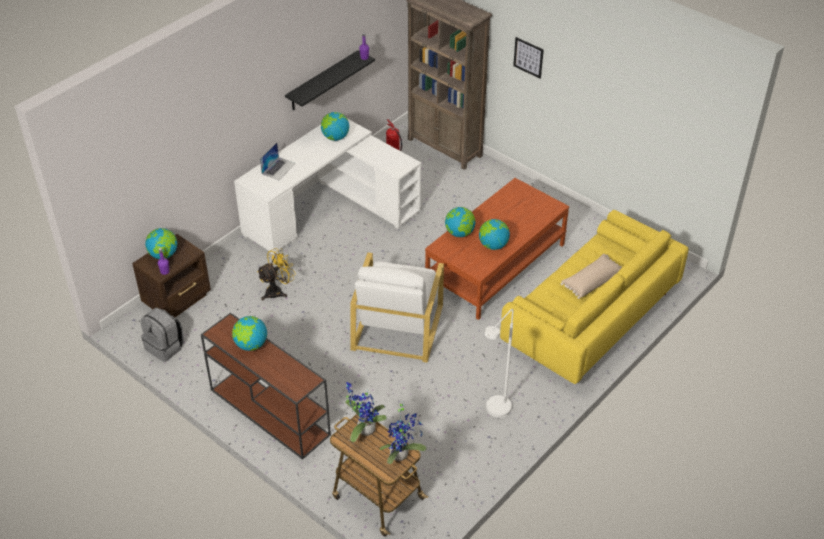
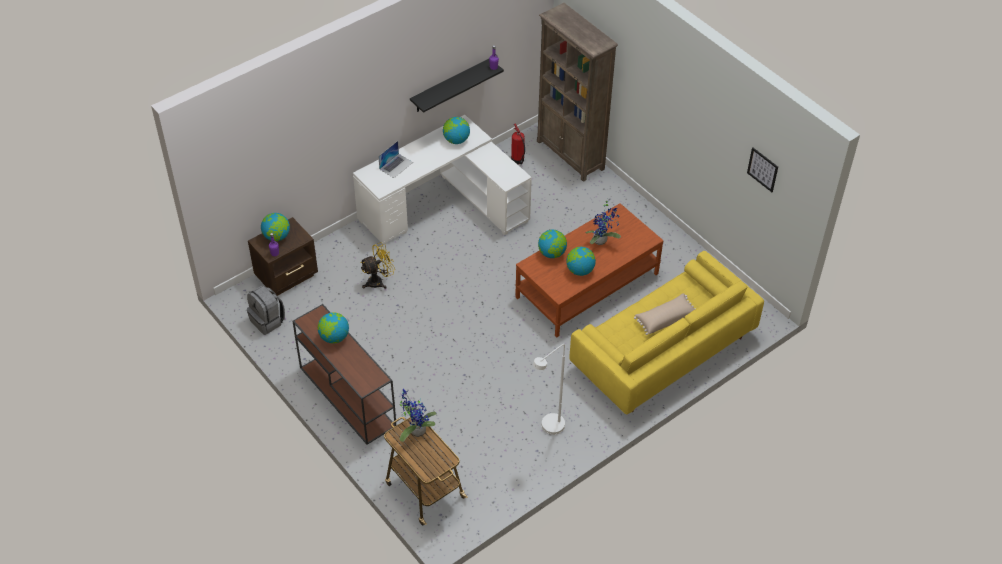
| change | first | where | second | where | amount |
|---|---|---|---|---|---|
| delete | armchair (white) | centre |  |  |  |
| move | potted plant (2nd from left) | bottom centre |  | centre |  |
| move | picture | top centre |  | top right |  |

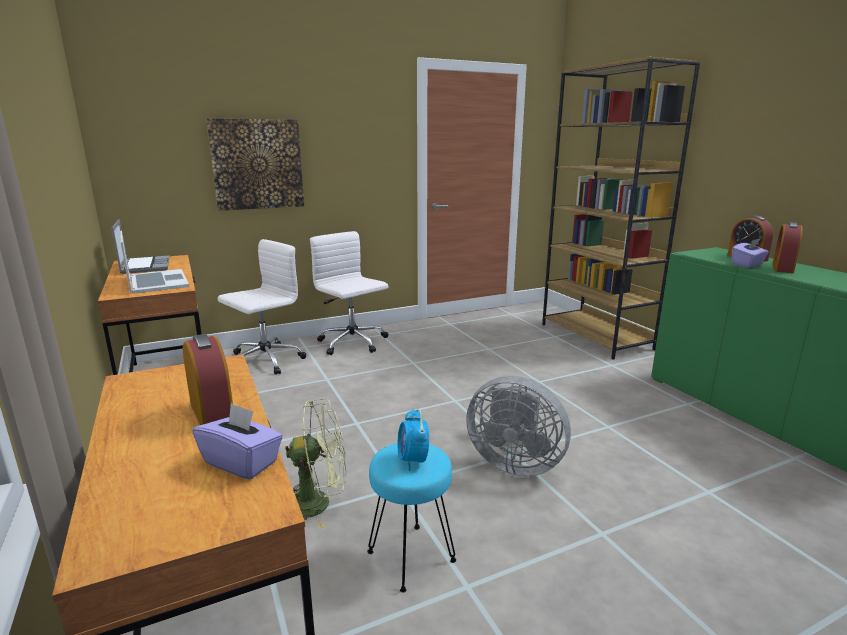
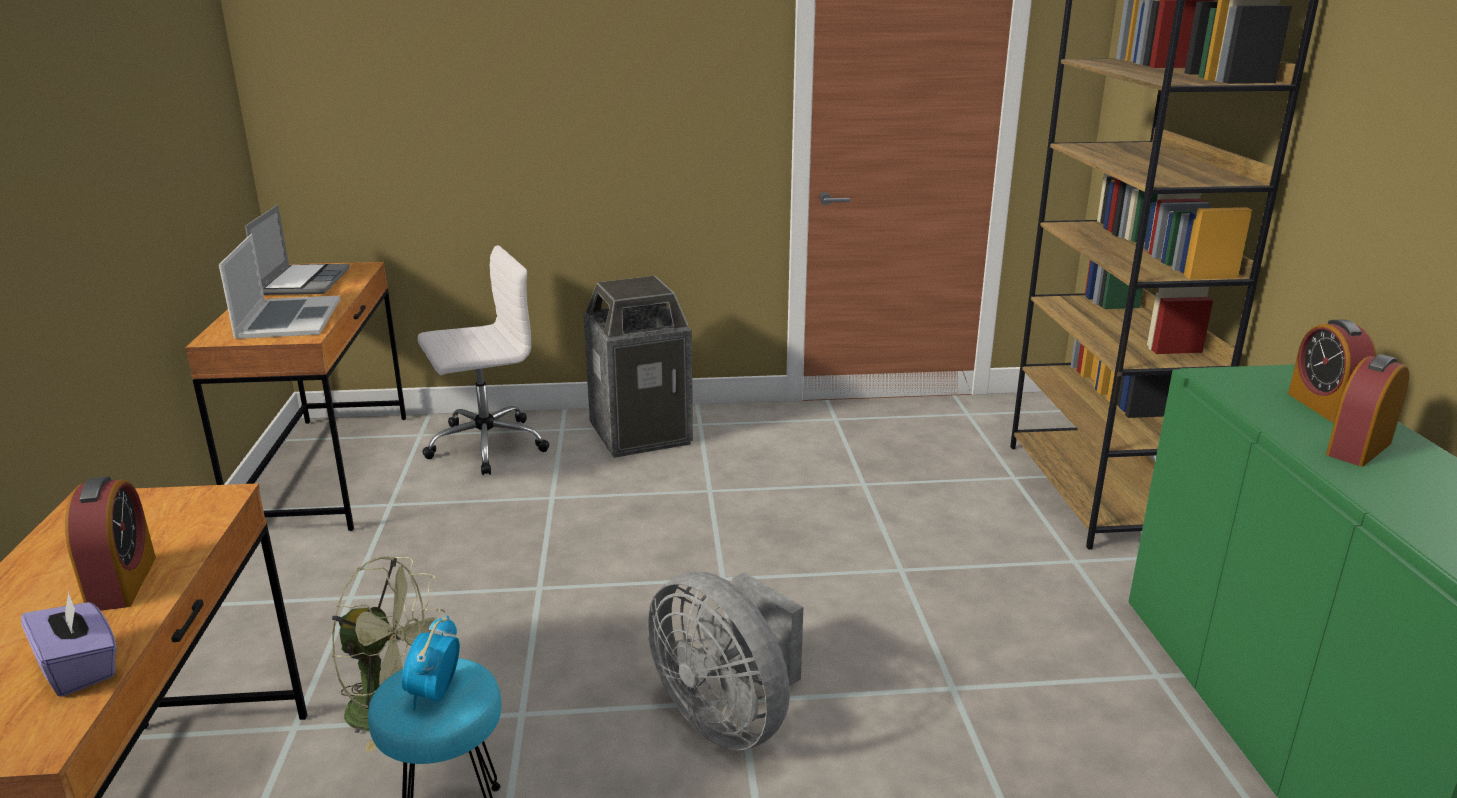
| change | first | where | second | where | amount |
|---|---|---|---|---|---|
| delete | picture | top left |  |  |  |
| delete | tissue box (purple) (2nd from left) | middle right |  |  |  |
| replace | office chair (white) (2nd from left) | centre | trash can | centre |  |

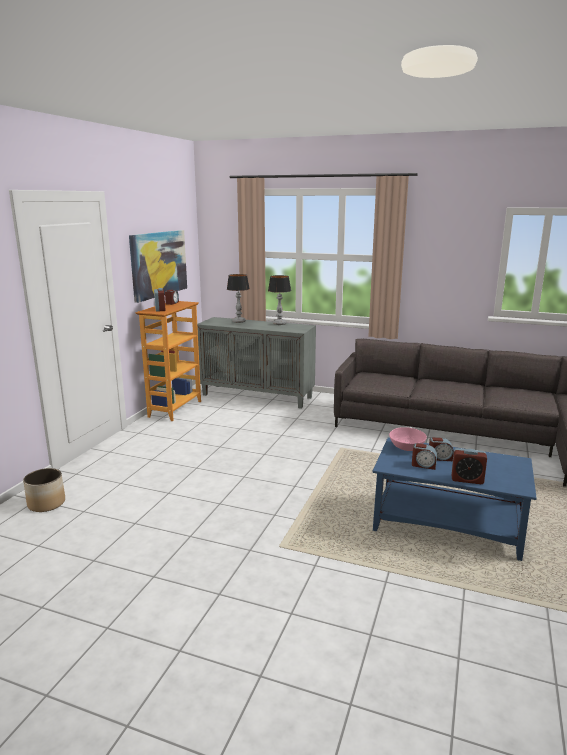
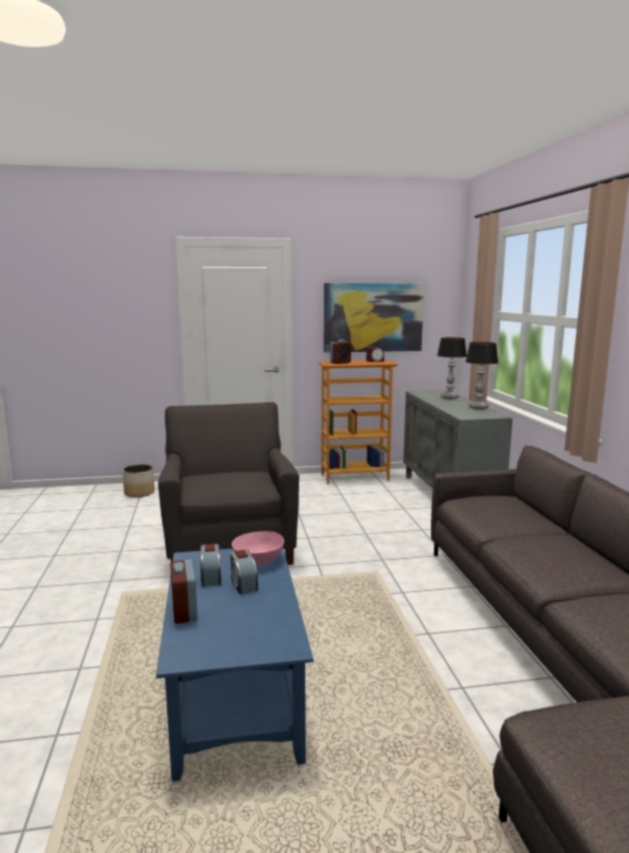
| change | first | where | second | where | amount |
|---|---|---|---|---|---|
| insert |  |  | armchair (grey) | centre |  |

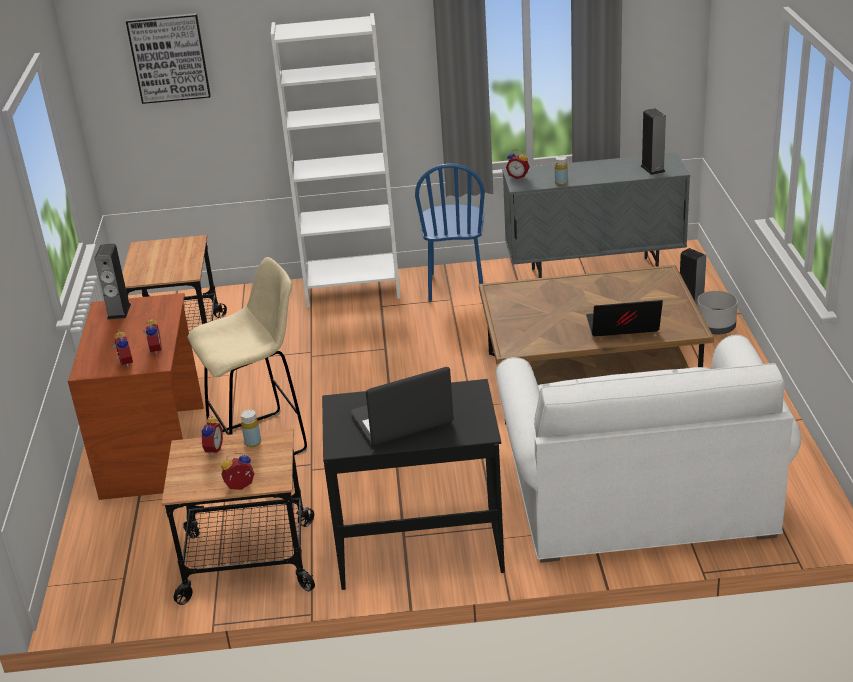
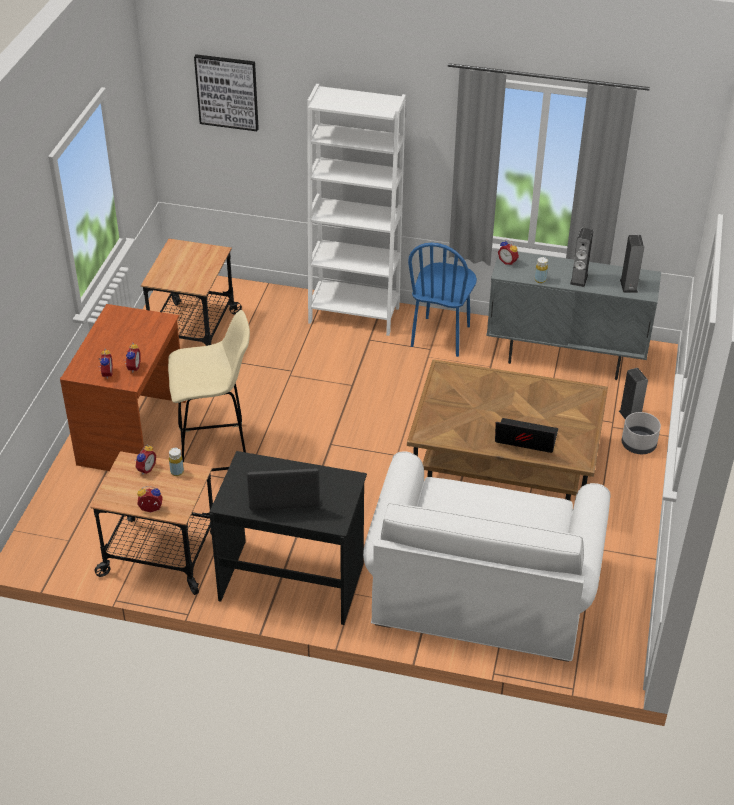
| change | first | where | second | where | amount |
|---|---|---|---|---|---|
| move | speaker (1st from left) | middle left |  | top right |  |

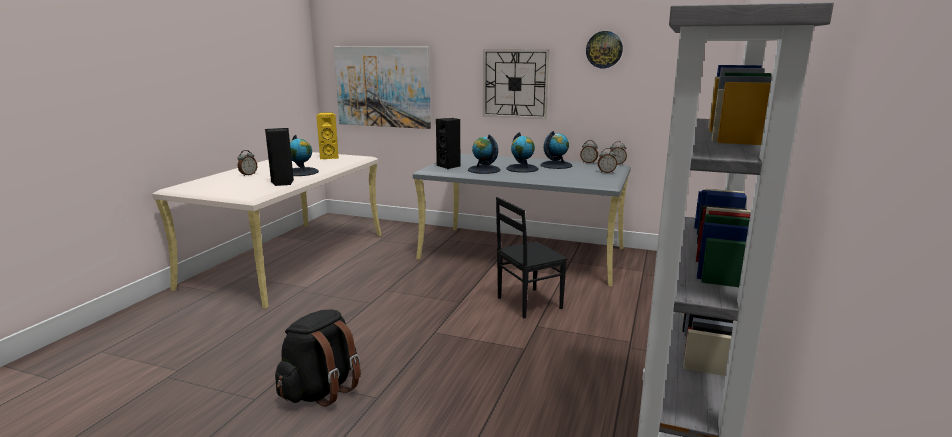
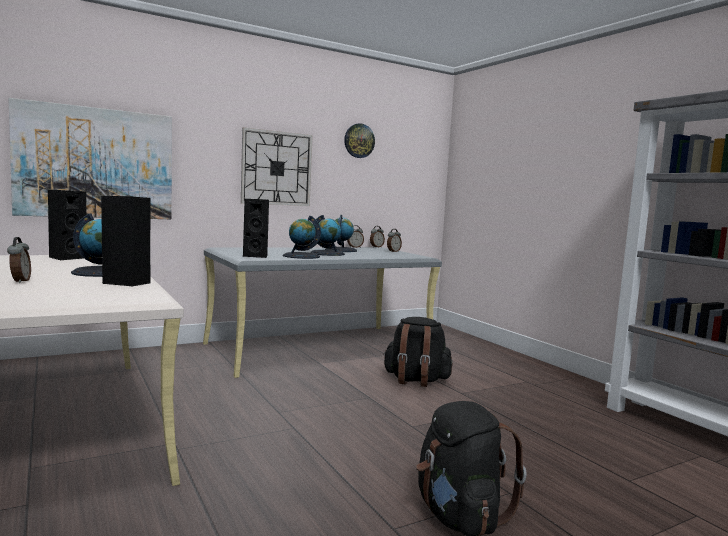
| change | first | where | second | where | amount |
|---|---|---|---|---|---|
| replace | chair (black) | centre | backpack (black) (1st from left) | centre |  |
| recolor | speaker (yellow) | top centre | speaker (black) (1st from left) | middle left |  |

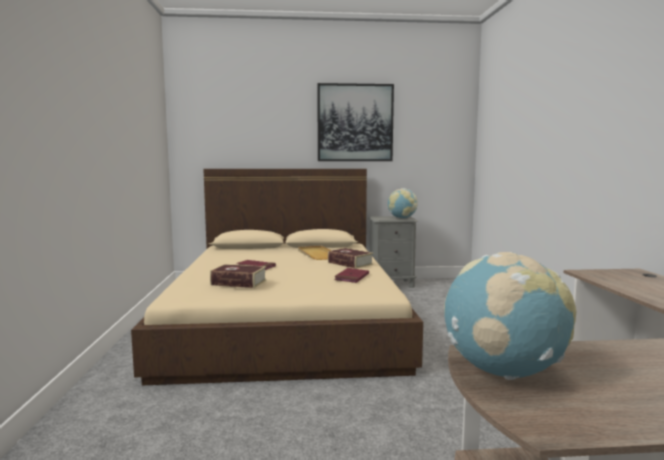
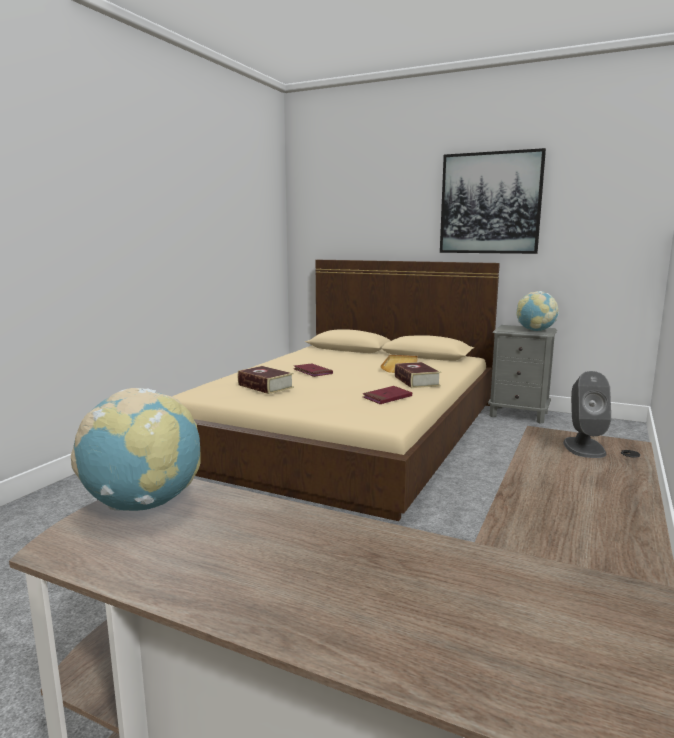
| change | first | where | second | where | amount |
|---|---|---|---|---|---|
| insert |  |  | speaker (grey) | middle right |  |

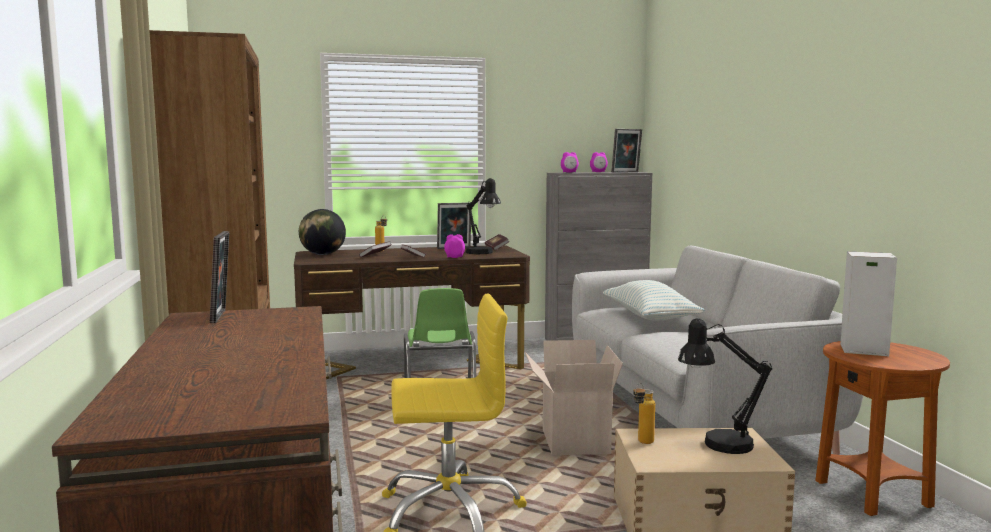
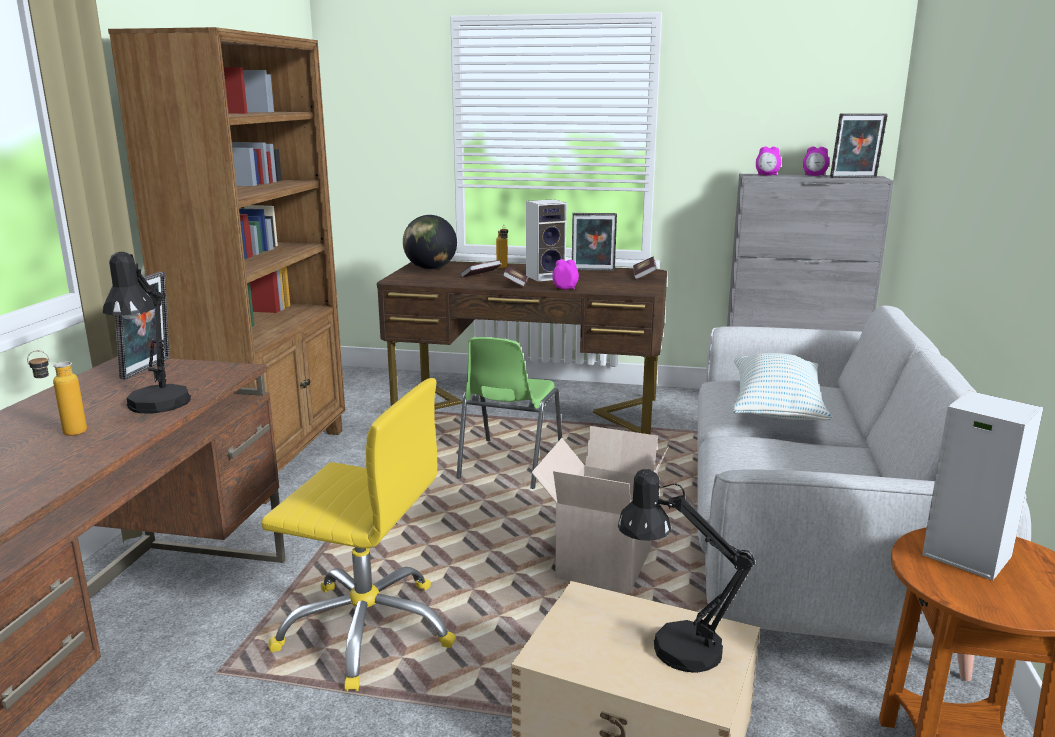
| change | first | where | second | where | amount |
|---|---|---|---|---|---|
| insert |  |  | speaker (1st from left) | top centre |  |
| move | table lamp (black) (1st from left) | centre |  | middle left |  |
| move | bottle (2nd from left in the first image) | bottom centre | bottle (1st from left) | middle left |  |

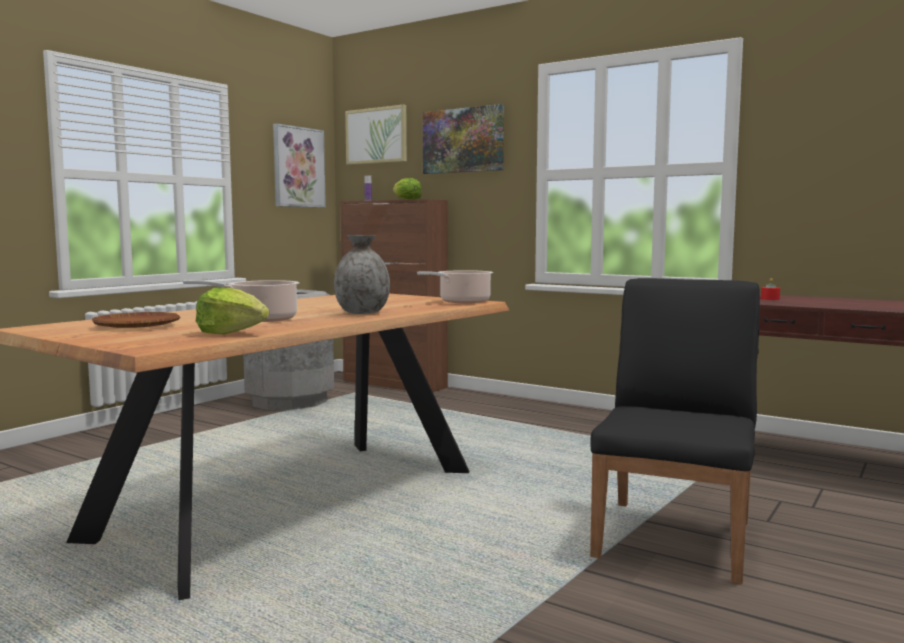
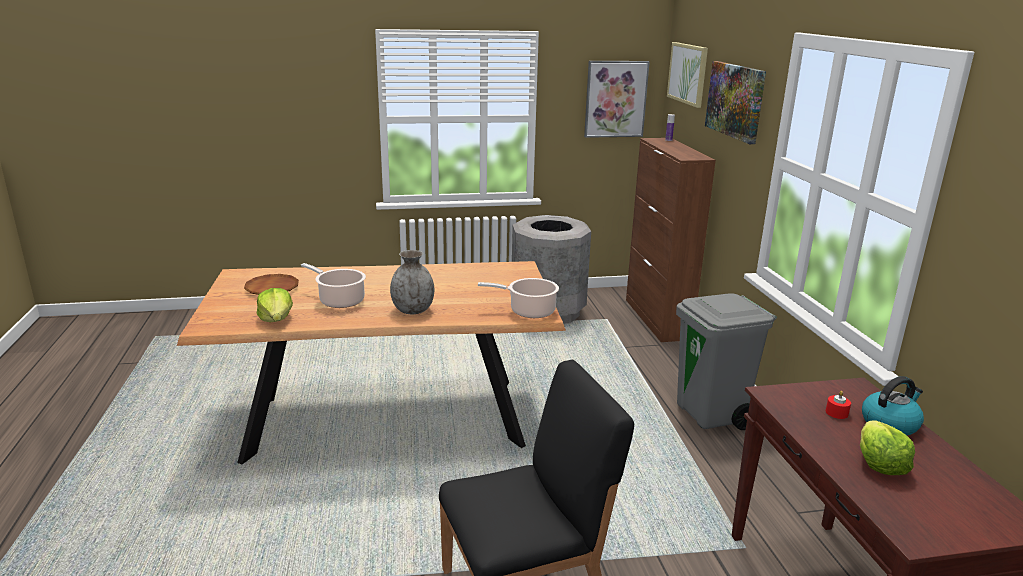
| change | first | where | second | where | amount |
|---|---|---|---|---|---|
| insert |  |  | trash can (grey) (2nd from left) | middle right |  |
| insert |  |  | kettle | bottom right |  |
| move | lettuce (2nd from left) | top centre |  | bottom right |  |

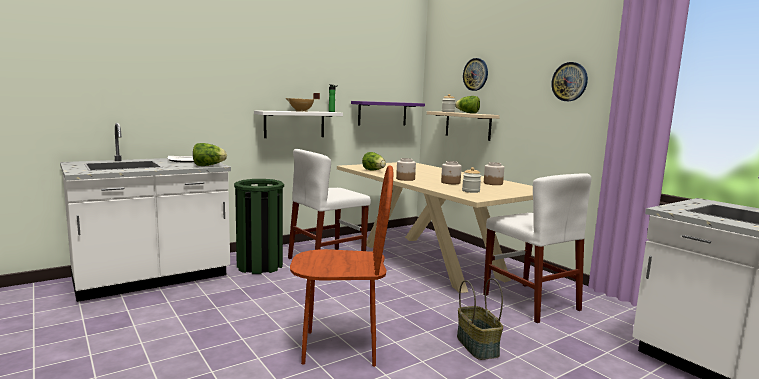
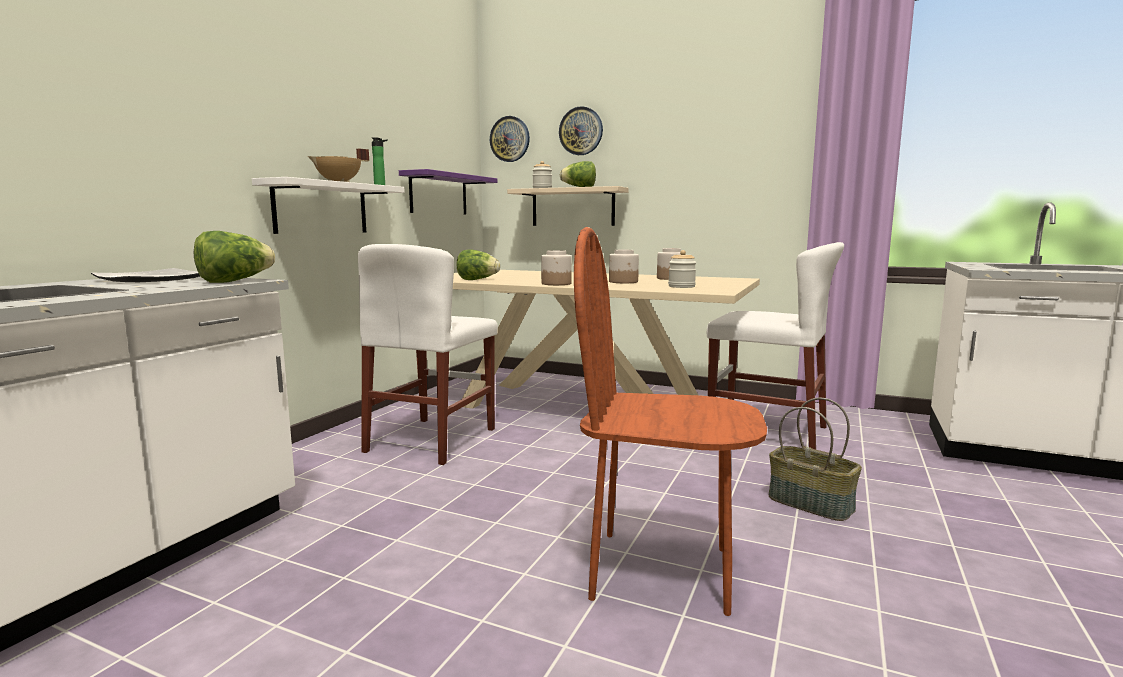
| change | first | where | second | where | amount |
|---|---|---|---|---|---|
| delete | trash can (green) | centre |  |  |  |
| move | wall clock (2nd from left in the first image) | top right | wall clock (1st from left) | top centre |  |
| rotate | chair (brown) | bottom centre |  | centre | 135 degrees counterclockwise |

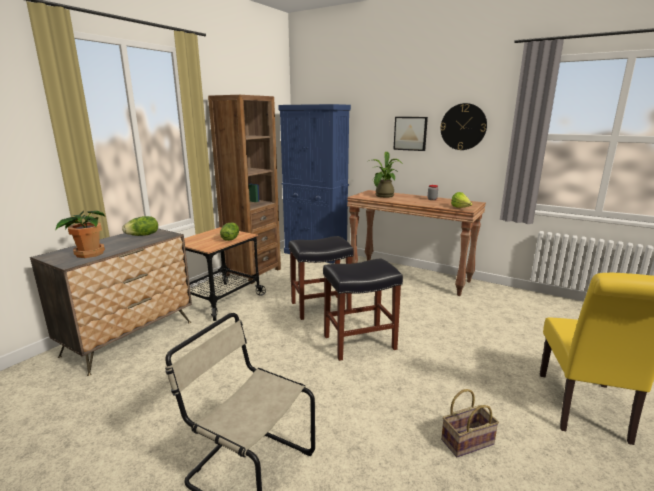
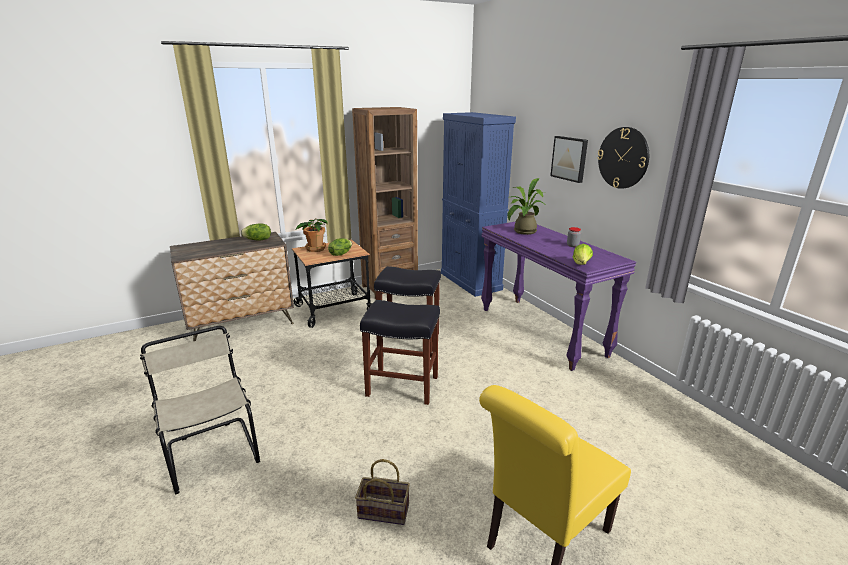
| change | first | where | second | where | amount |
|---|---|---|---|---|---|
| move | potted plant (1st from left) | middle left |  | centre |  |
| recolor | console table (brown) | centre | console table (purple) | centre |  |

